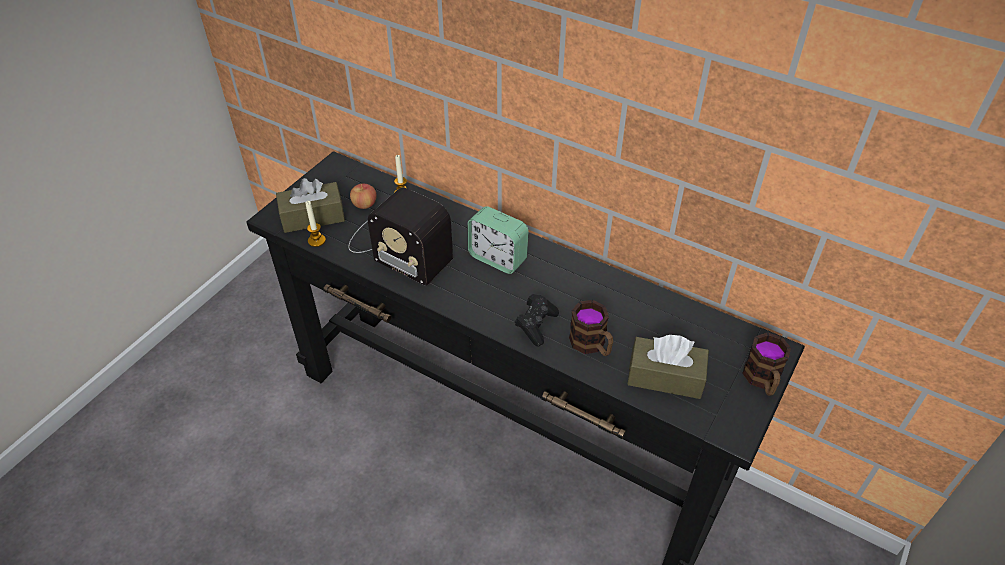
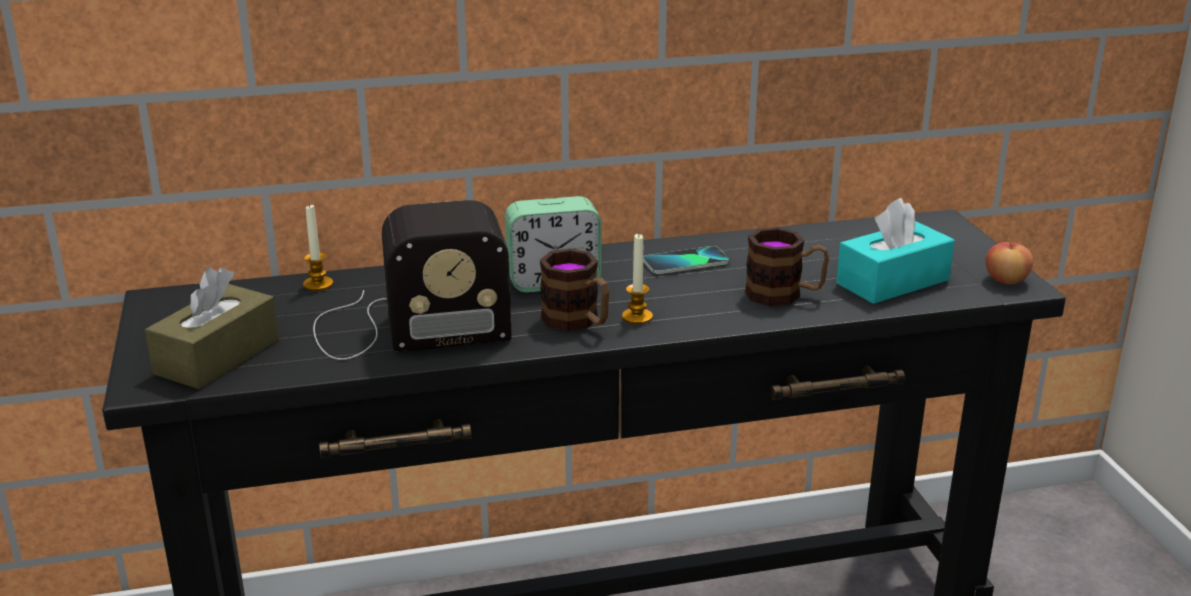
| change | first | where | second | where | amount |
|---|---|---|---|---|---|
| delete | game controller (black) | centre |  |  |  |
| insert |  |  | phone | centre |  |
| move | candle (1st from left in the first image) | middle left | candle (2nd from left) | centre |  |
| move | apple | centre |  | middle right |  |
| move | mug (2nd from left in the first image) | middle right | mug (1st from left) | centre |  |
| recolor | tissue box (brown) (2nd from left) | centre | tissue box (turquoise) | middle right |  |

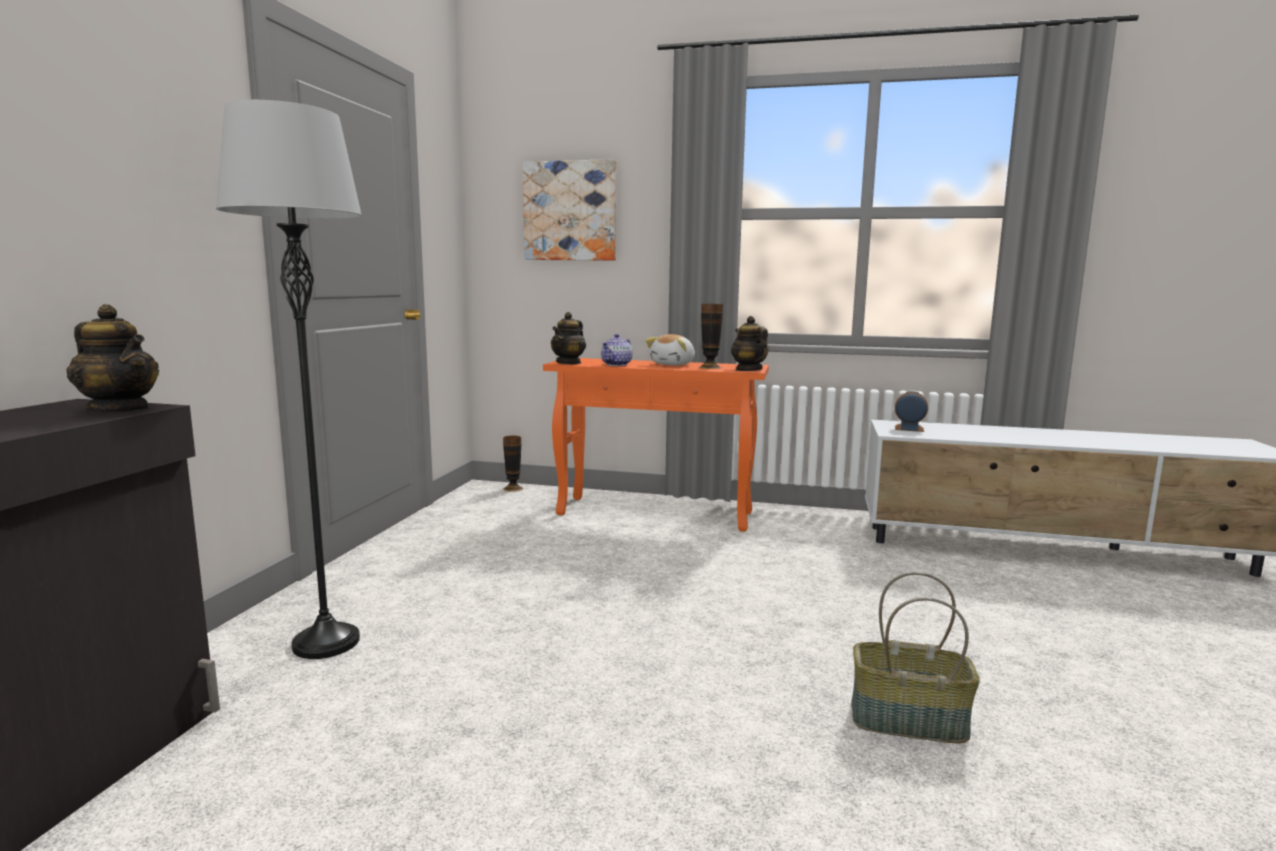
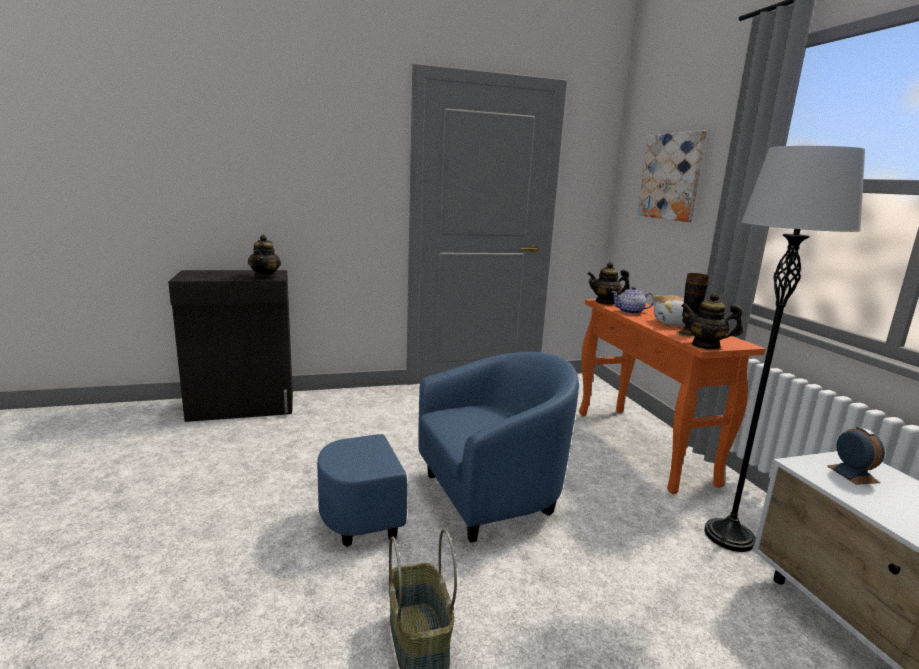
| change | first | where | second | where | amount |
|---|---|---|---|---|---|
| delete | vase (1st from left) | centre |  |  |  |
| insert |  |  | armchair (blue) | bottom centre |  |
| move | floor lamp (grey) | middle left |  | middle right |  |
| rotate | teapot (4th from left) | centre |  | middle right | 105 degrees counterclockwise |

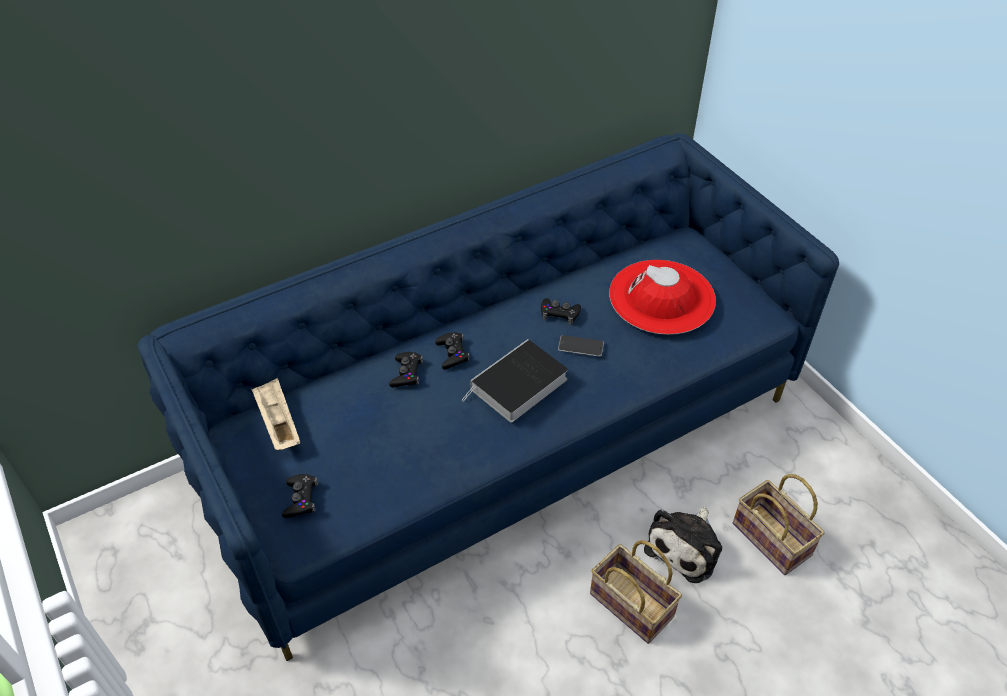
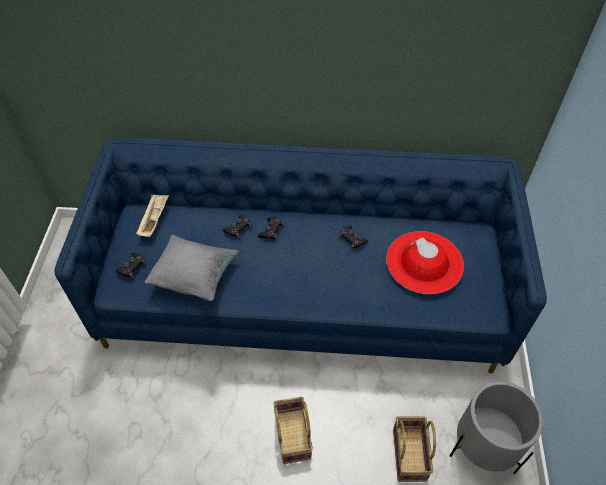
| change | first | where | second | where | amount |
|---|---|---|---|---|---|
| delete | book | centre |  |  |  |
| delete | phone | centre |  |  |  |
| delete | plush toy | bottom right |  |  |  |
| insert |  |  | pillow (grey) | middle left |  |
| insert |  |  | planter (grey) | bottom right |  |

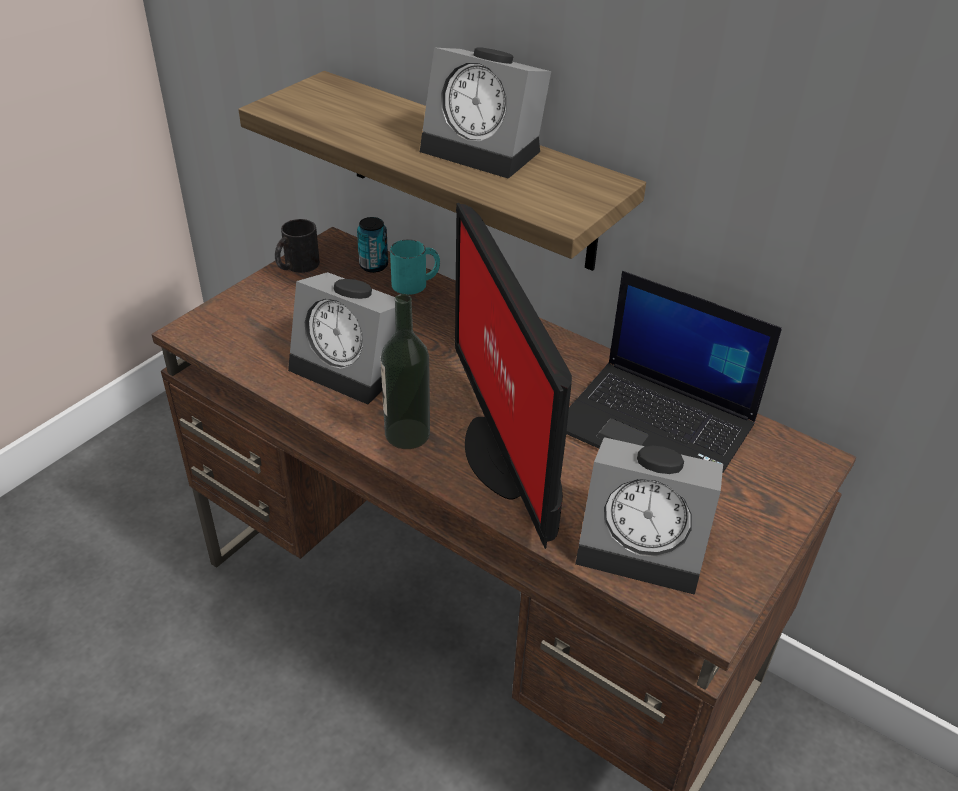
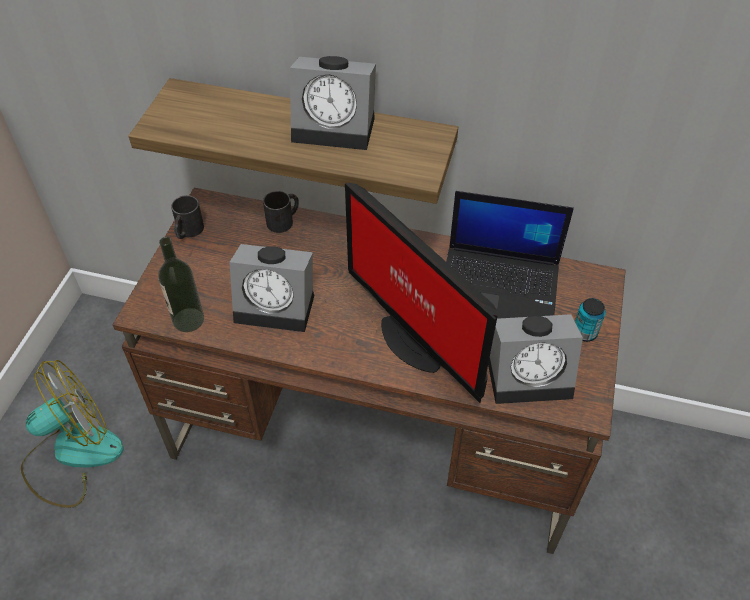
| change | first | where | second | where | amount |
|---|---|---|---|---|---|
| insert |  |  | fan | bottom left |  |
| move | can | top centre |  | middle right |  |
| move | bottle | centre |  | middle left |  |
| recolor | mug (turquoise) | centre | mug (black) (2nd from left) | centre |  |

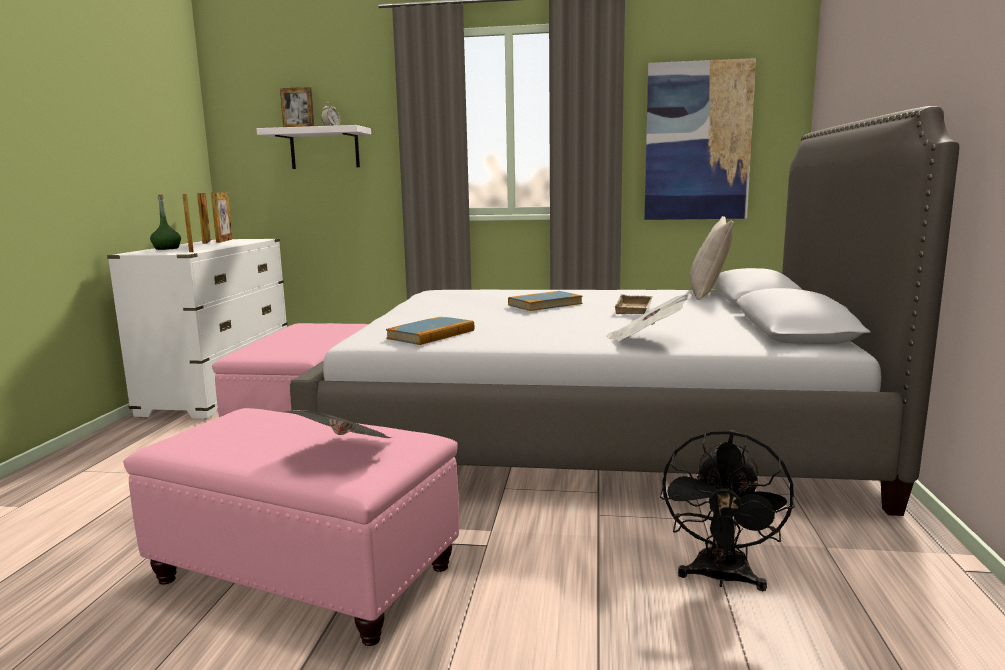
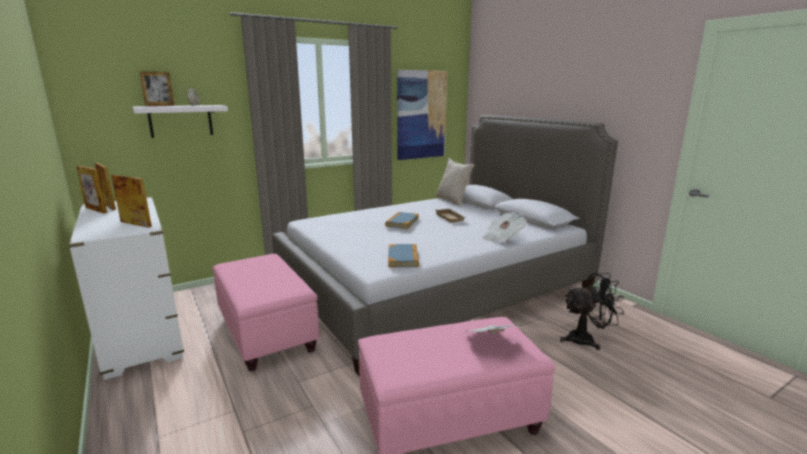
| change | first | where | second | where | amount |
|---|---|---|---|---|---|
| delete | bottle (green) | top left |  |  |  |
| rotate | fan (black) | bottom right |  | bottom right | 75 degrees counterclockwise |

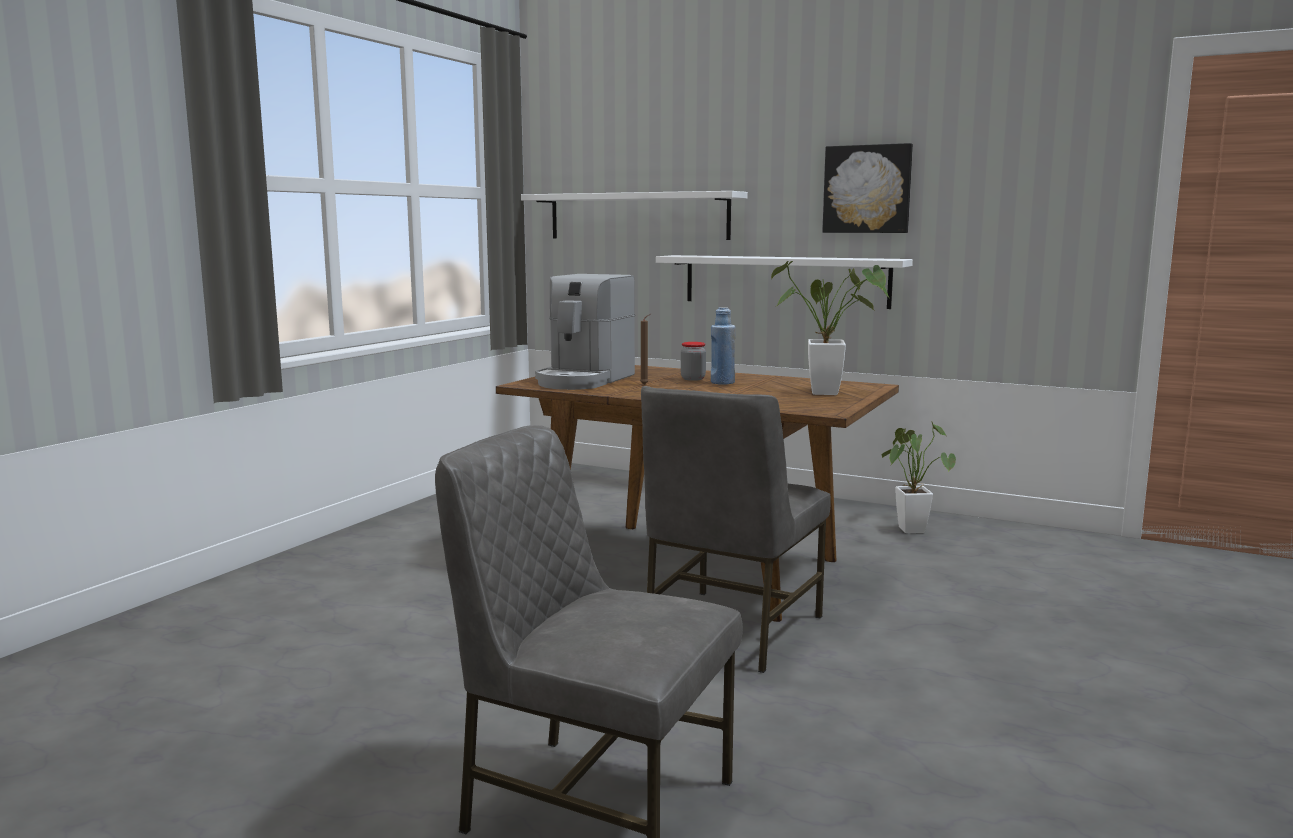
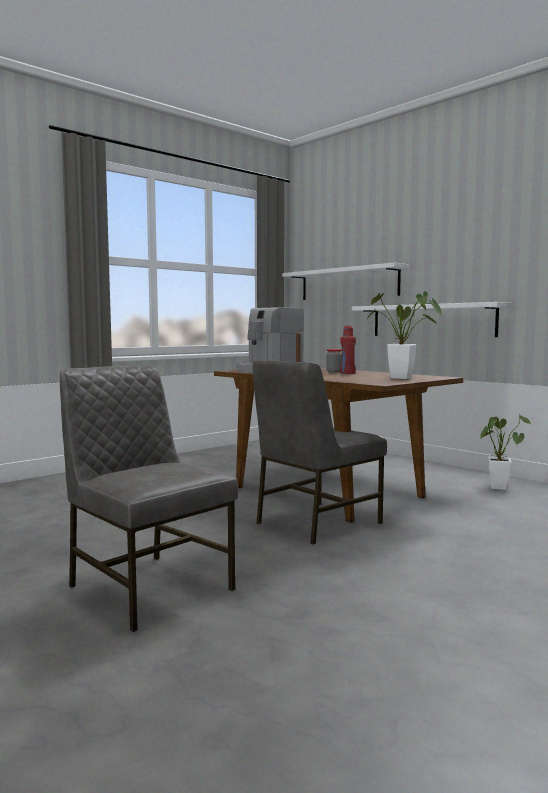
| change | first | where | second | where | amount |
|---|---|---|---|---|---|
| delete | picture | top right |  |  |  |
| recolor | bottle (blue) | centre | bottle (red) | centre |  |

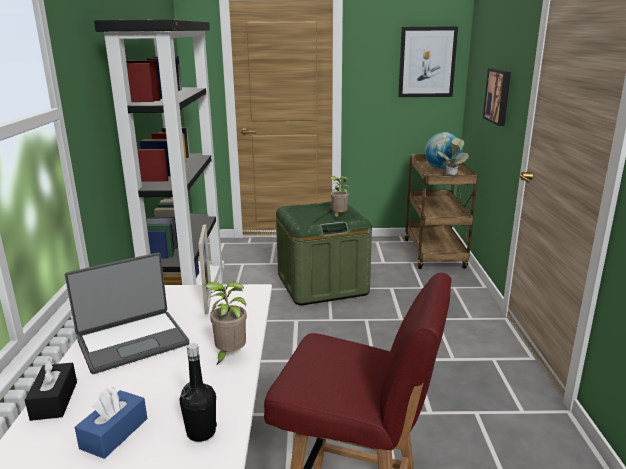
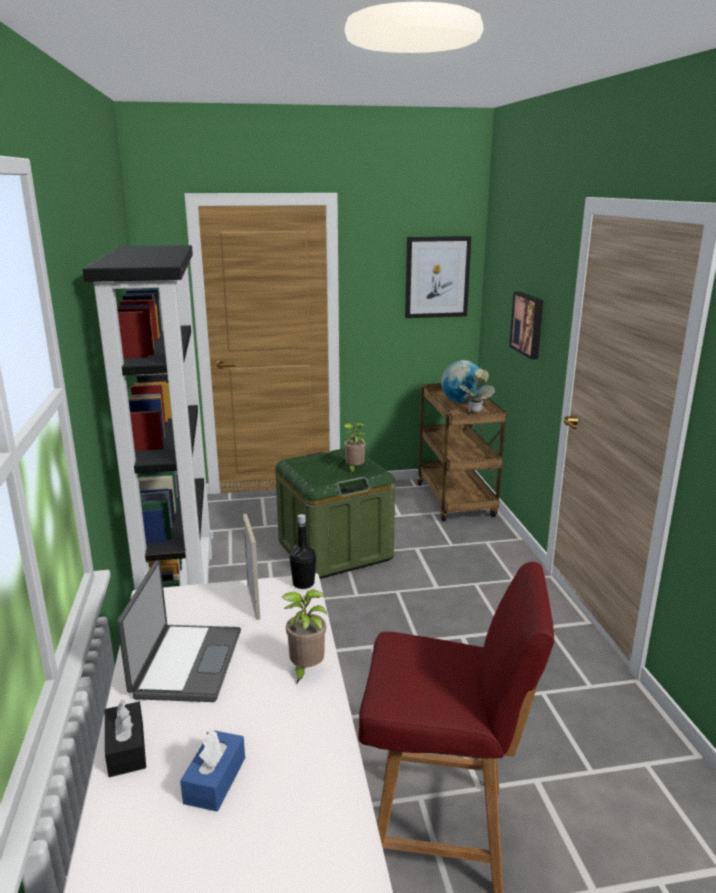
| change | first | where | second | where | amount |
|---|---|---|---|---|---|
| move | bottle (black) | bottom left |  | centre |  |
| rotate | laptop | bottom left |  | bottom left | 45 degrees counterclockwise |

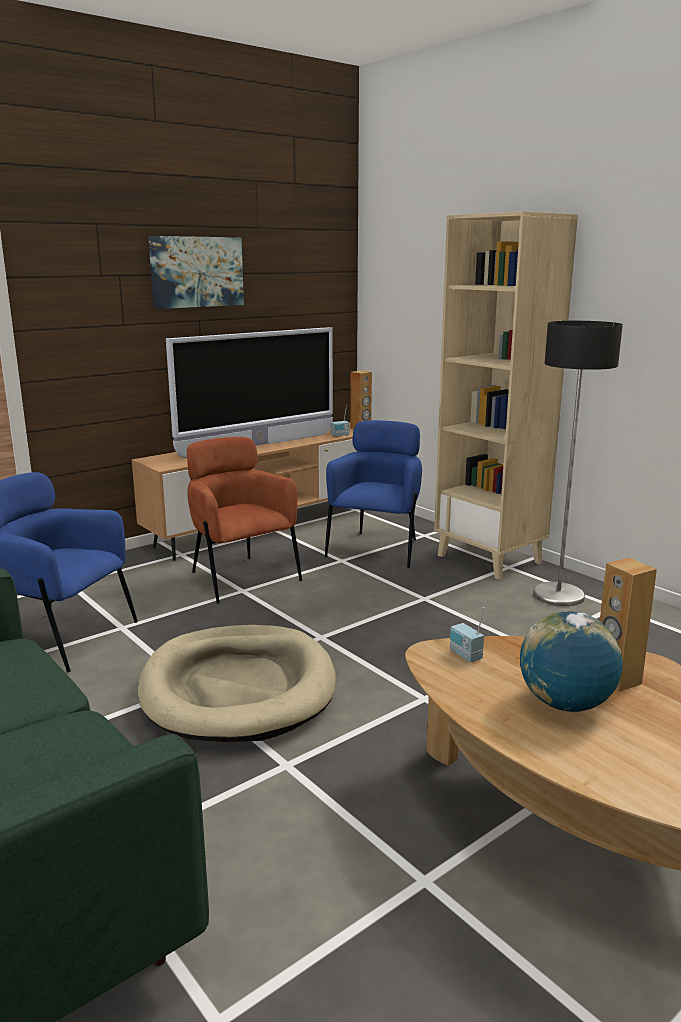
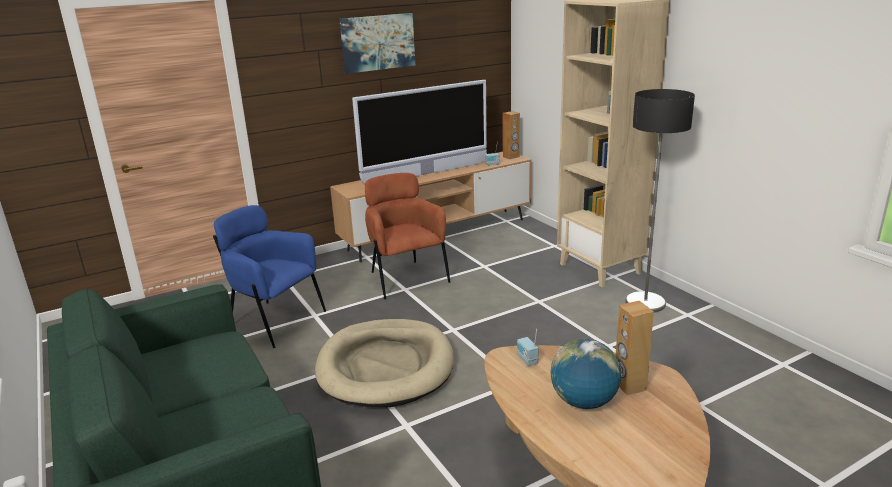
| change | first | where | second | where | amount |
|---|---|---|---|---|---|
| delete | armchair (blue) (2nd from left) | centre |  |  |  |

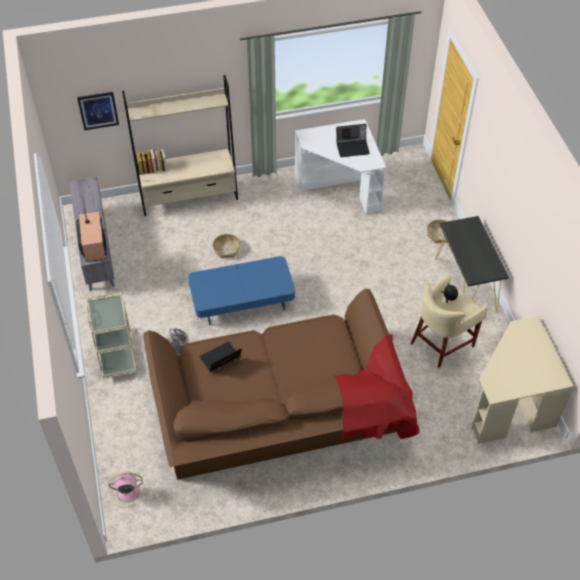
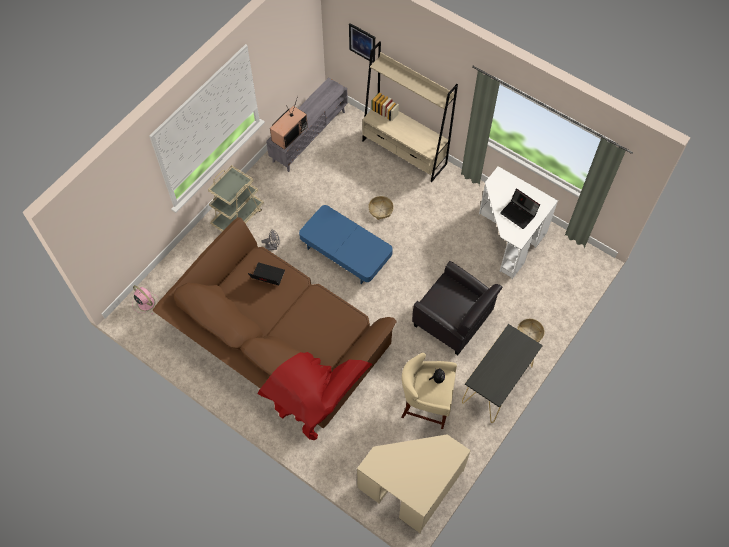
| change | first | where | second | where | amount |
|---|---|---|---|---|---|
| insert |  |  | armchair (black) | centre |  |

